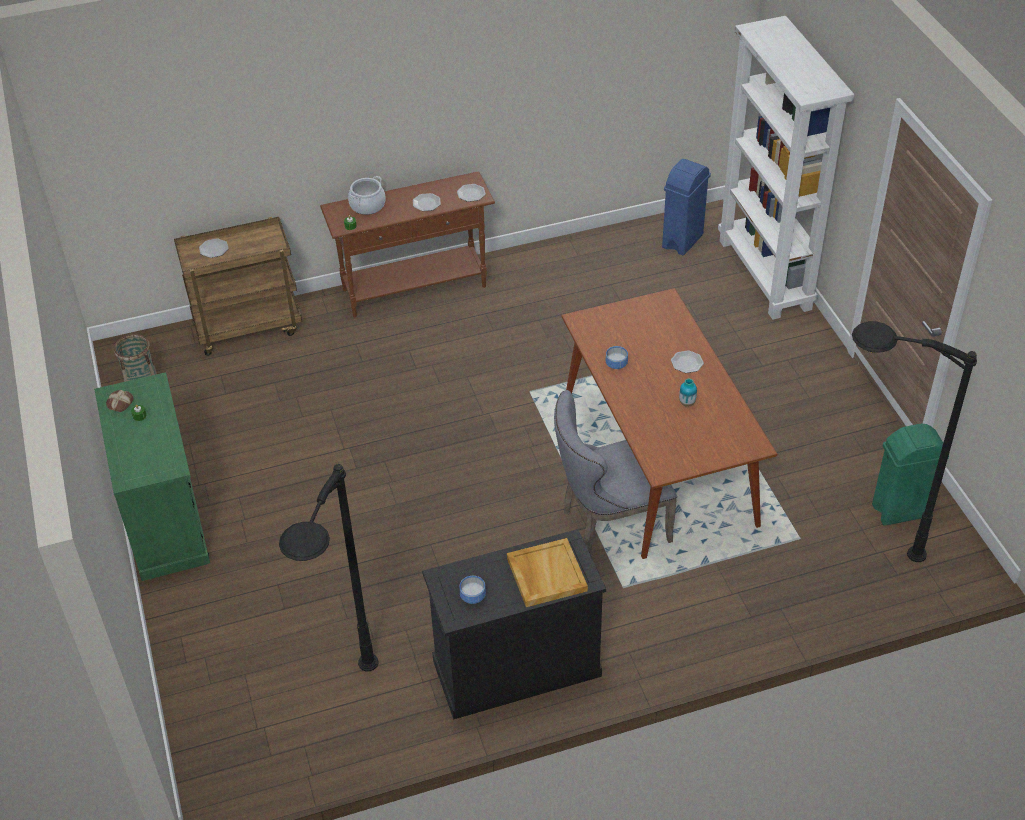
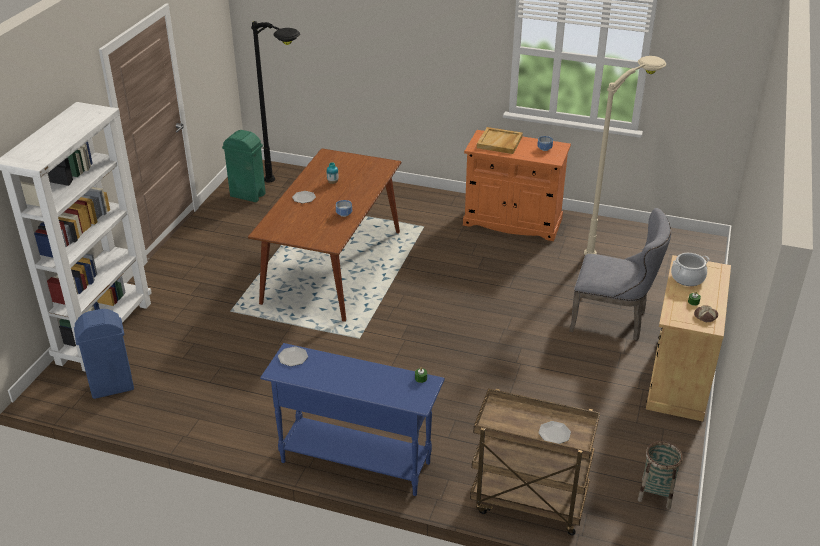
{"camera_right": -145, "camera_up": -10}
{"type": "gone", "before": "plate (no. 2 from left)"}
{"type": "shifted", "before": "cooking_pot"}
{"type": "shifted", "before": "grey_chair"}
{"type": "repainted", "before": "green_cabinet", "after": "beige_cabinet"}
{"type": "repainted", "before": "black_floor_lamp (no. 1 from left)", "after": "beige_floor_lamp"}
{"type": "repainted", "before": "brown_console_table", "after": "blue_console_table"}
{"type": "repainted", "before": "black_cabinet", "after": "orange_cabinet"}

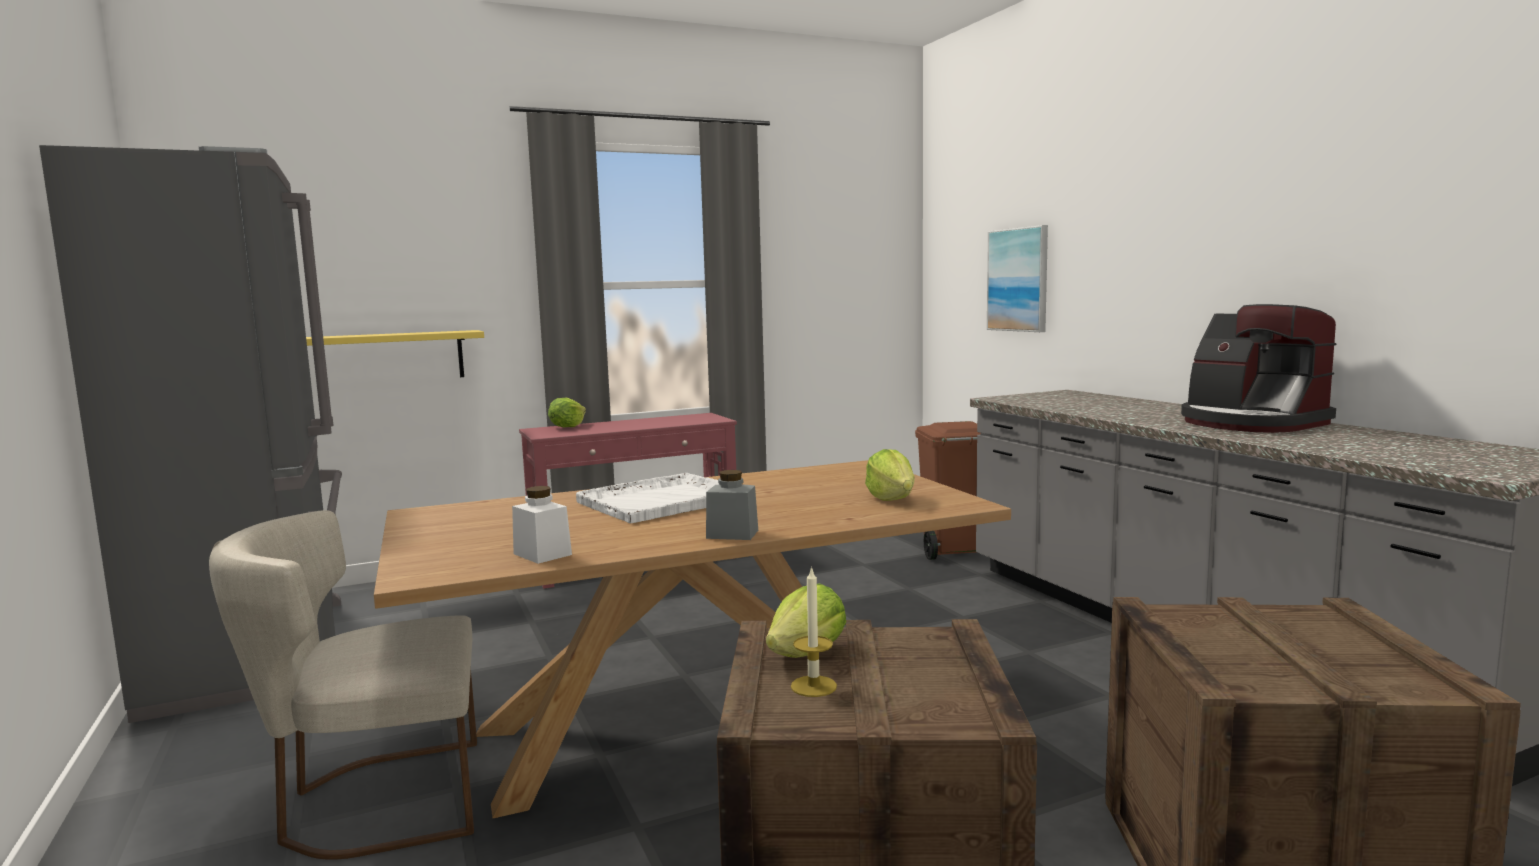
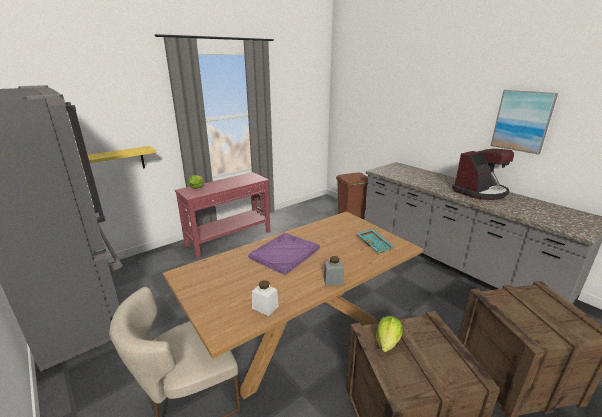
{"camera_right": -15, "camera_up": 15}
{"type": "gone", "before": "candle"}
{"type": "shifted", "before": "picture"}
{"type": "swapped", "before": "lettuce (no. 3 from left)", "after": "turquoise_tray"}
{"type": "repainted", "before": "white_tray", "after": "purple_tray"}
{"type": "rotated", "before": "coffee_machine", "turn": -75}

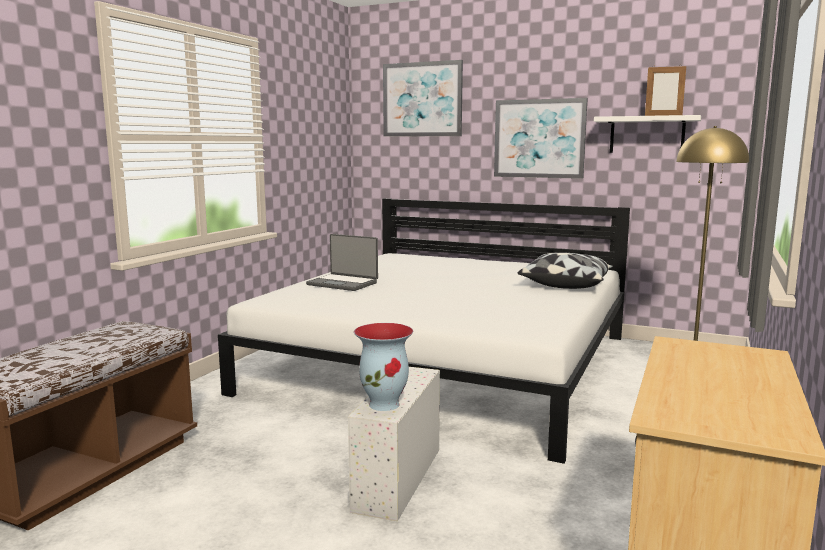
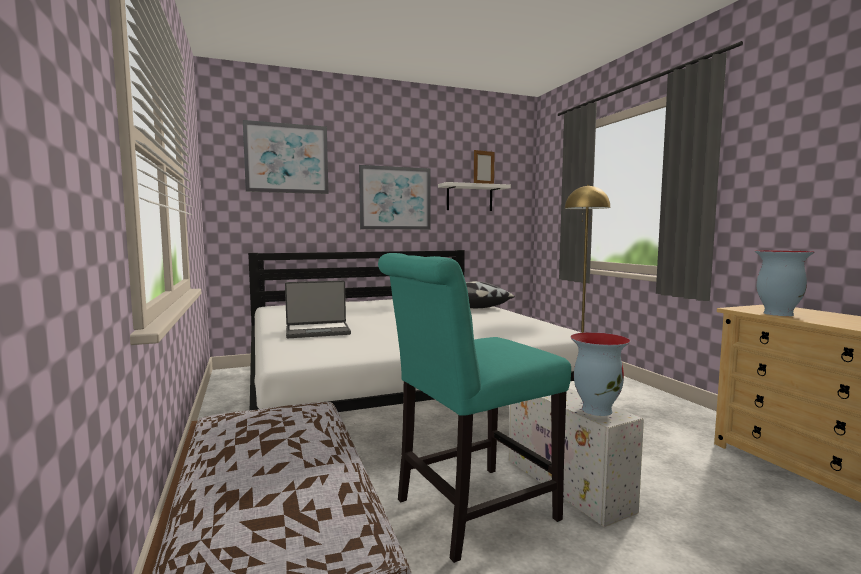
{"camera_right": -45, "camera_up": -5}
{"type": "new", "after": "turquoise_chair"}
{"type": "new", "after": "vase (no. 2 from left)"}

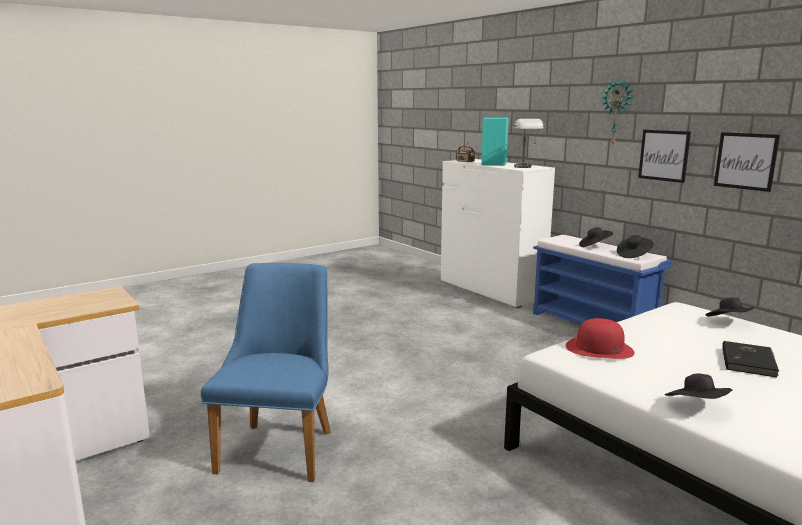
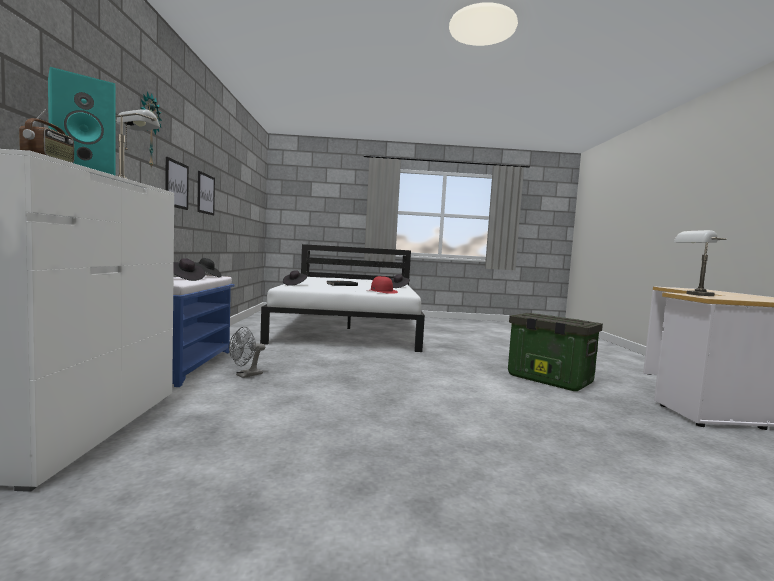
{"camera_right": -145, "camera_up": -10}
{"type": "new", "after": "grey_fan"}
{"type": "new", "after": "grey_table_lamp (no. 2 from left)"}
{"type": "swapped", "before": "blue_chair", "after": "storage_box"}

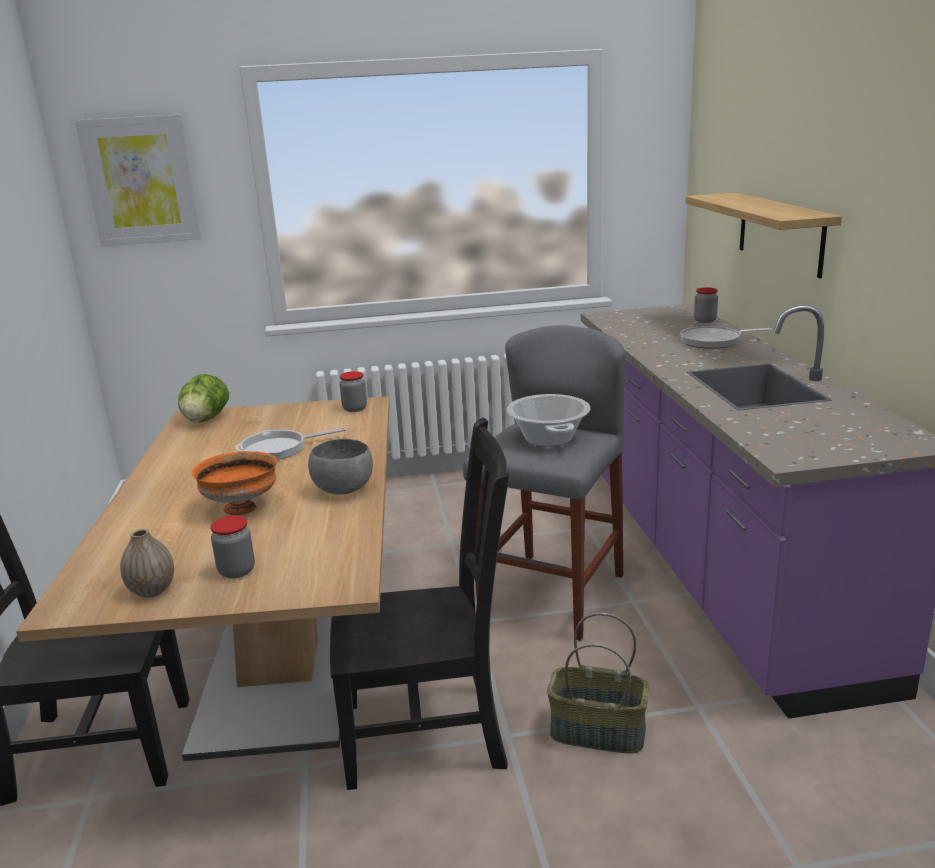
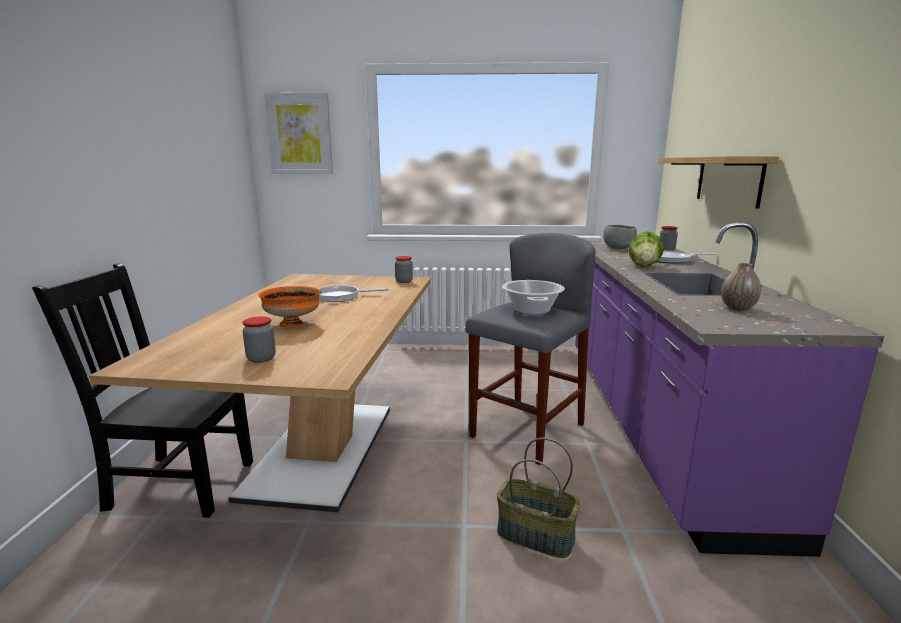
{"camera_right": 10, "camera_up": -5}
{"type": "gone", "before": "black_chair (no. 2 from left)"}
{"type": "shifted", "before": "vase"}
{"type": "shifted", "before": "lettuce"}
{"type": "shifted", "before": "grey_bowl"}

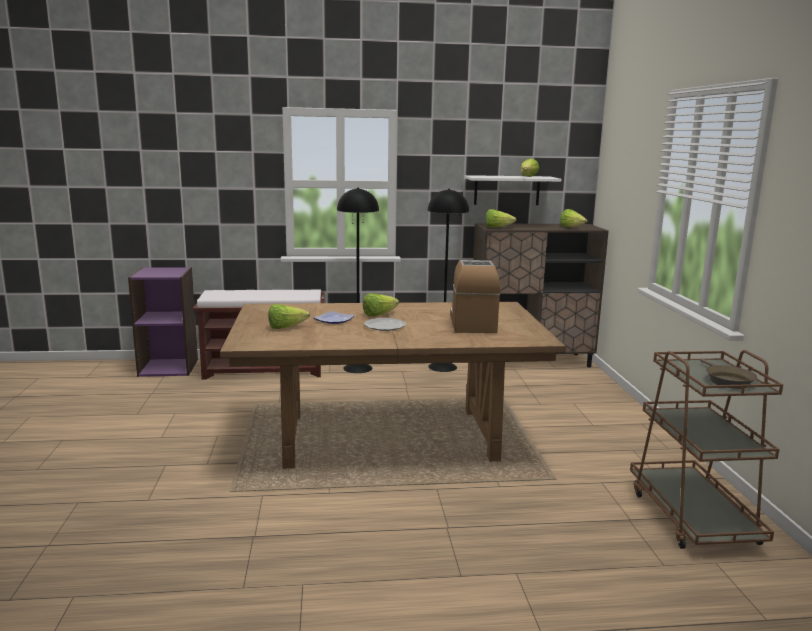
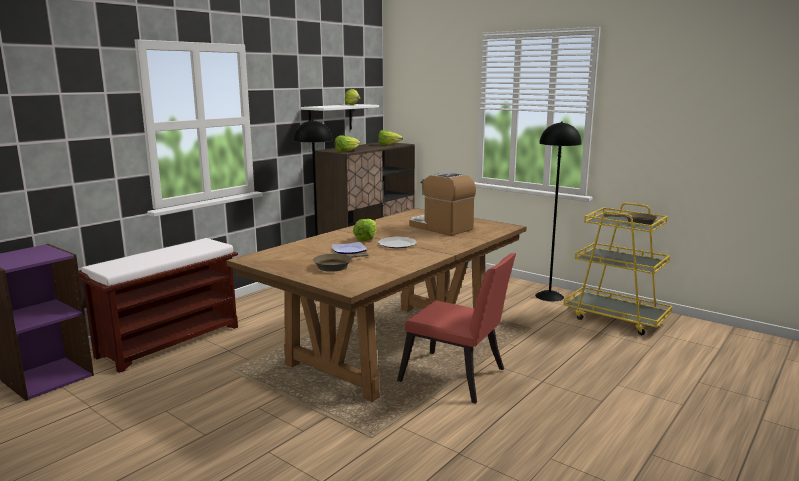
{"camera_right": -45, "camera_up": 0}
{"type": "new", "after": "red_chair"}
{"type": "shifted", "before": "black_floor_lamp (no. 1 from left in the first image)", "after": "black_floor_lamp (no. 2 from left)"}
{"type": "swapped", "before": "lettuce (no. 1 from left)", "after": "brown_frying_pan (no. 1 from left)"}
{"type": "repainted", "before": "brown_cart", "after": "yellow_cart"}

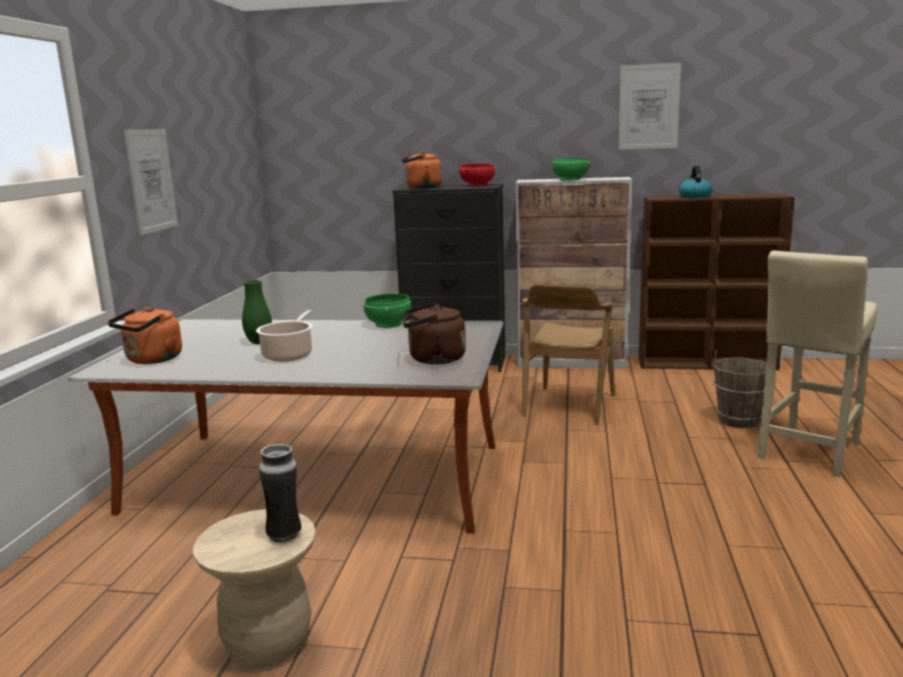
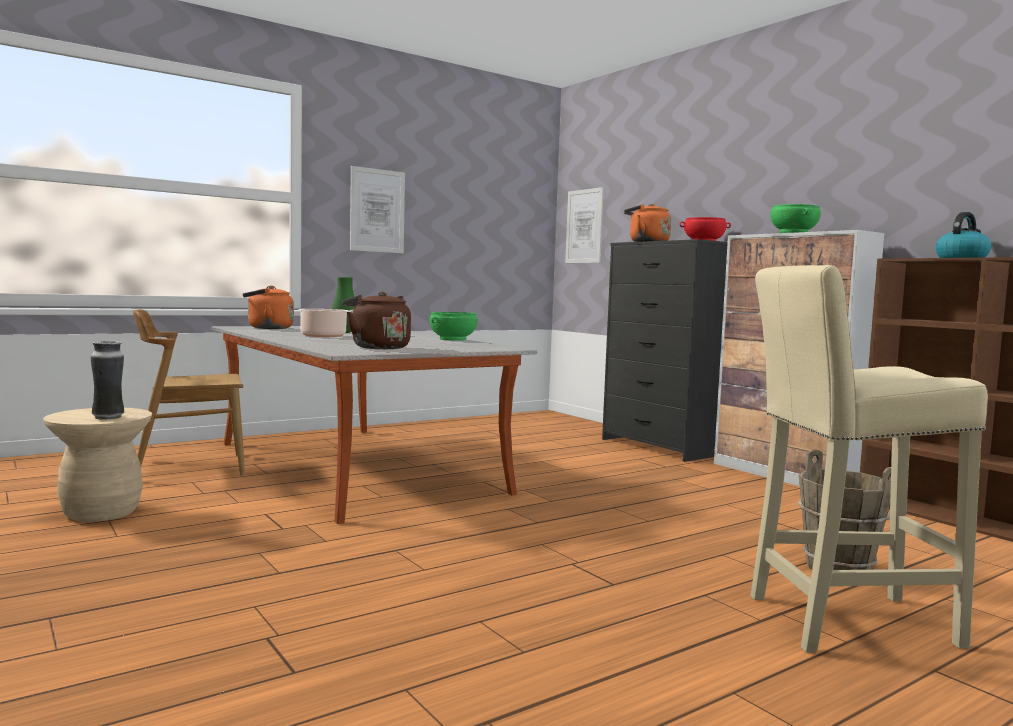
{"camera_right": 45, "camera_up": -10}
{"type": "shifted", "before": "brown_chair"}
{"type": "shifted", "before": "picture (no. 2 from left)"}

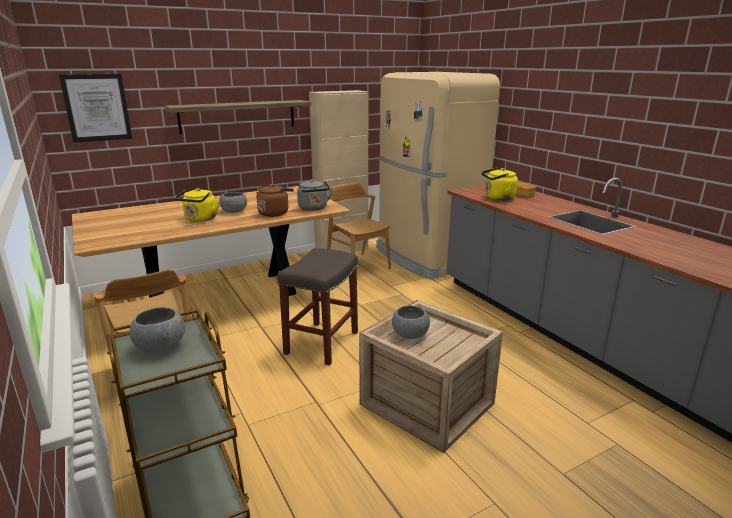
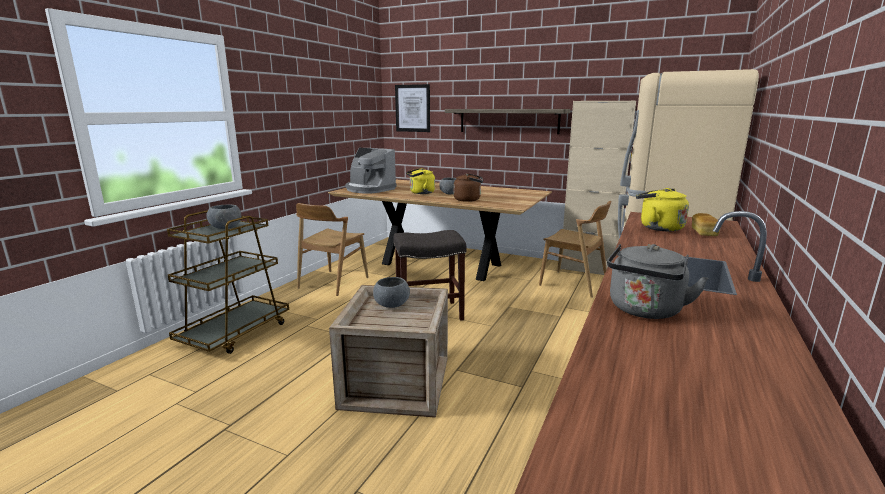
{"camera_right": 55, "camera_up": -5}
{"type": "new", "after": "coffee_machine"}
{"type": "shifted", "before": "grey_kettle"}
{"type": "rotated", "before": "brown_chair (no. 2 from left)", "turn": 105}

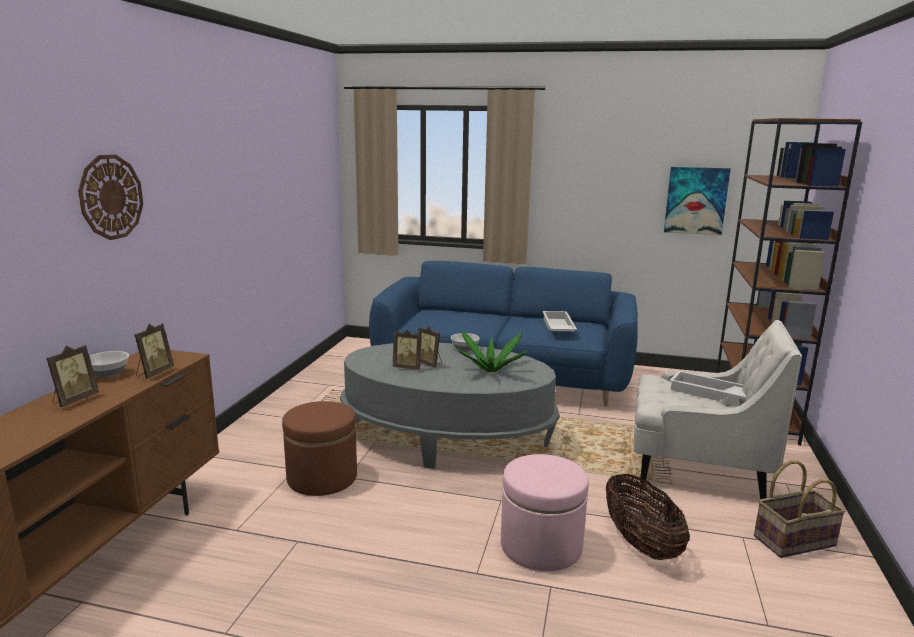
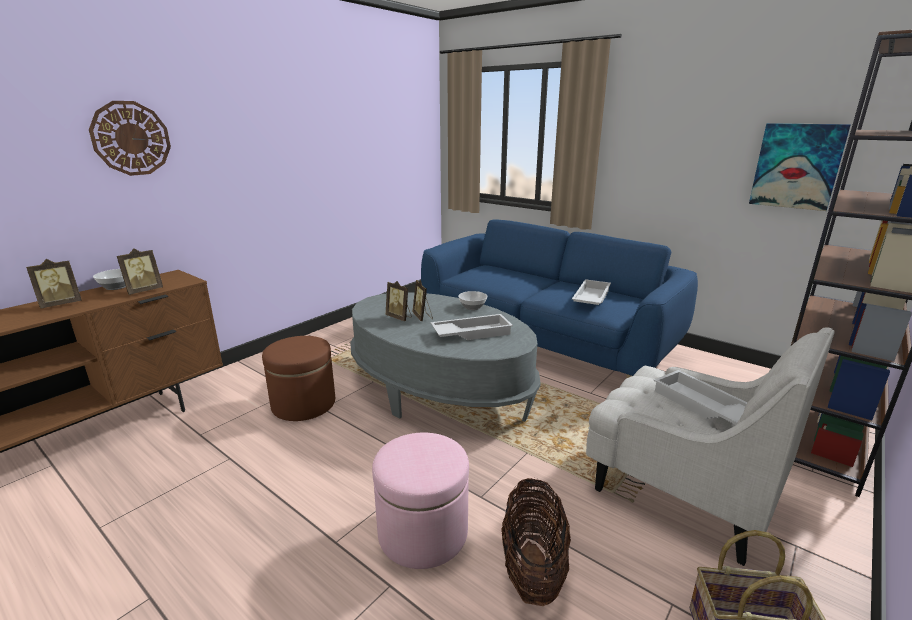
{"camera_right": 25, "camera_up": 5}
{"type": "swapped", "before": "potted_plant", "after": "white_tray (no. 1 from left)"}

